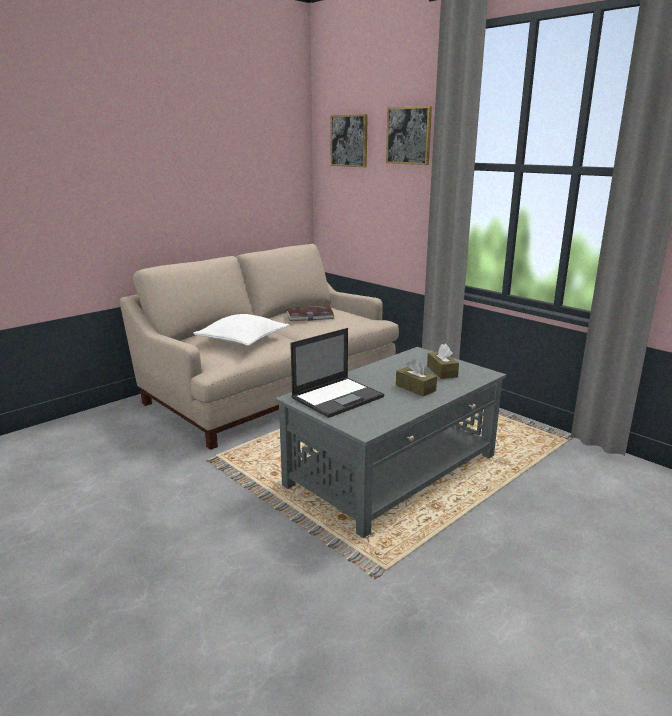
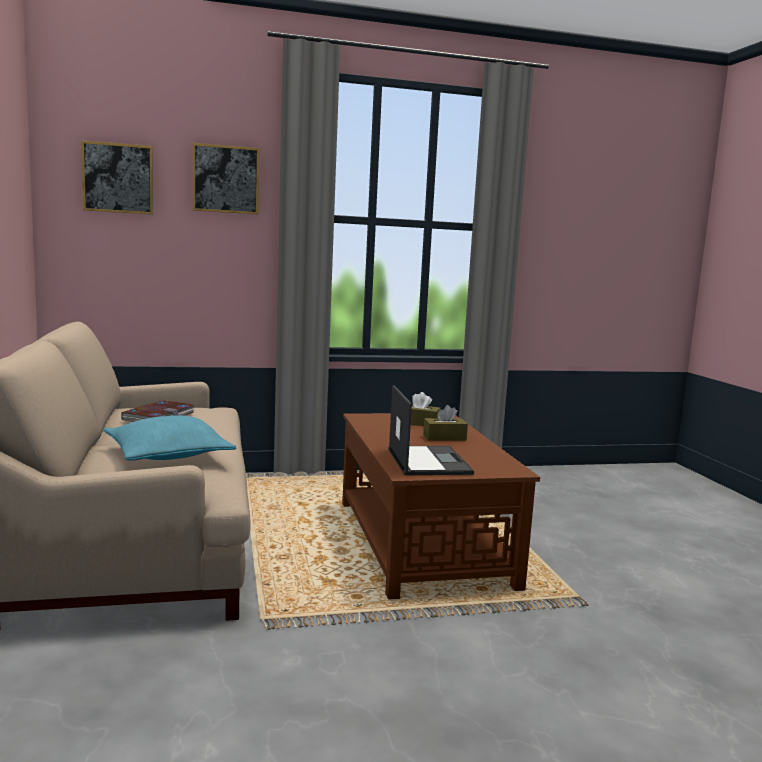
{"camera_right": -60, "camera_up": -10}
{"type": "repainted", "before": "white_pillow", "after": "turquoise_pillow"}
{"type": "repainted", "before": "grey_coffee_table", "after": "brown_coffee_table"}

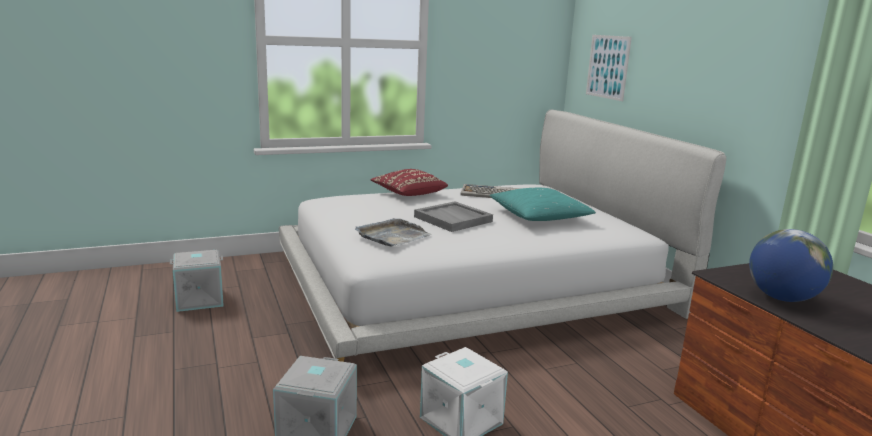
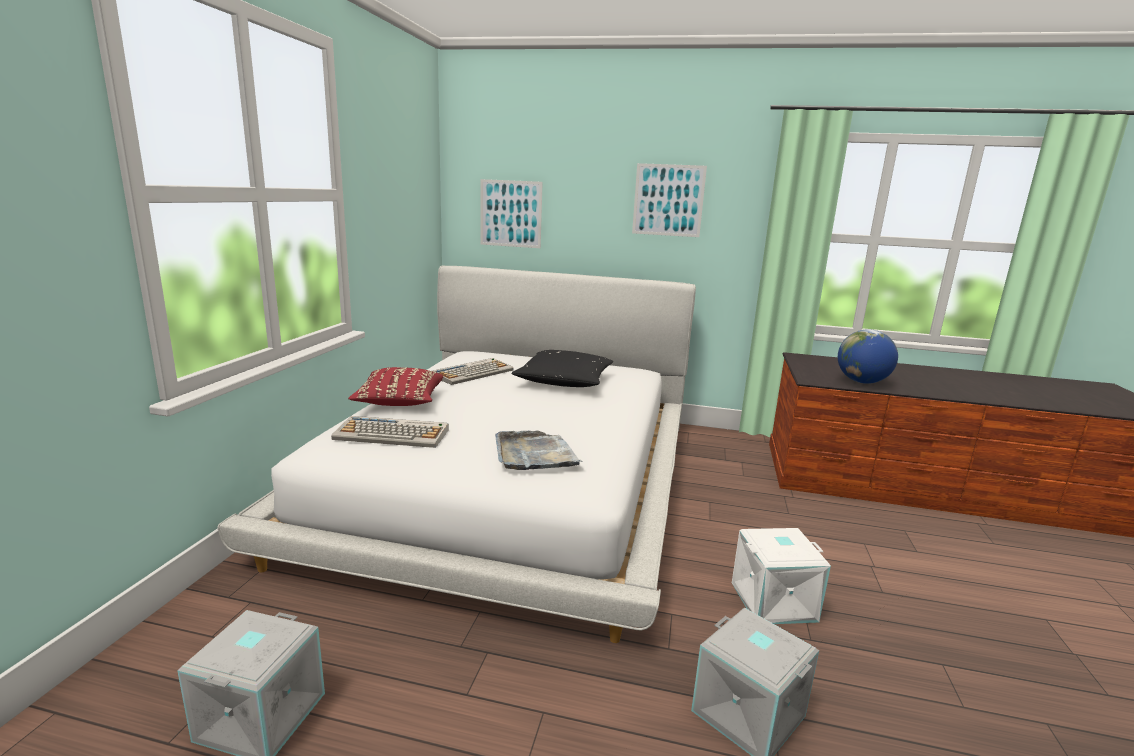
{"camera_right": -55, "camera_up": 0}
{"type": "gone", "before": "grey_tray (no. 2 from left)"}
{"type": "new", "after": "keyboard (no. 1 from left)"}
{"type": "new", "after": "picture (no. 2 from left)"}
{"type": "repainted", "before": "turquoise_pillow", "after": "black_pillow"}

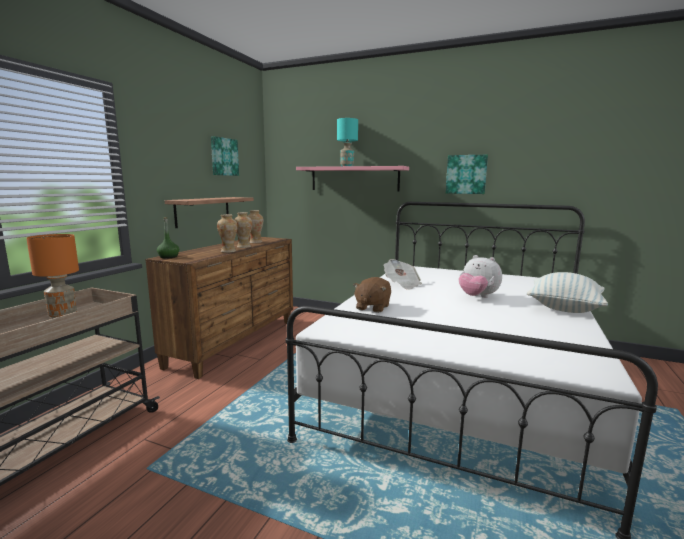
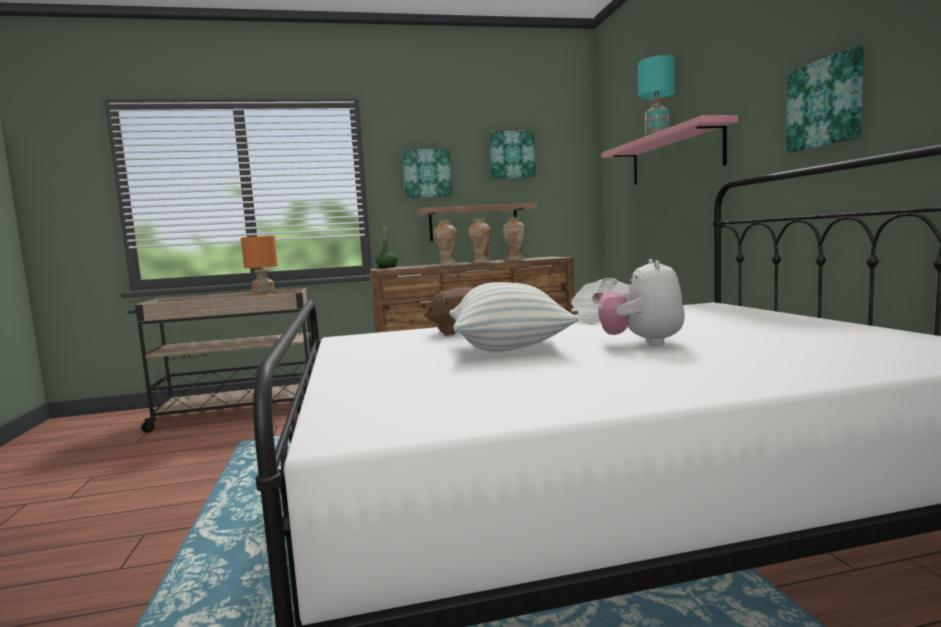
{"camera_right": 55, "camera_up": -5}
{"type": "new", "after": "picture (no. 1 from left)"}
{"type": "shifted", "before": "pillow"}

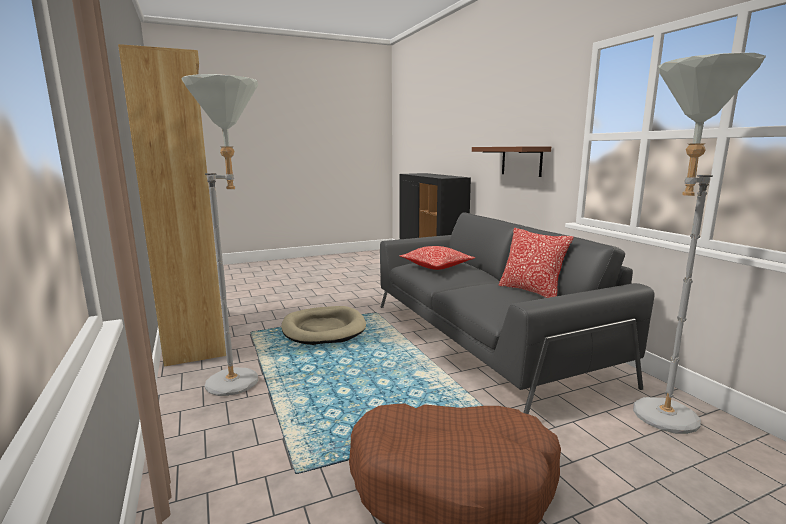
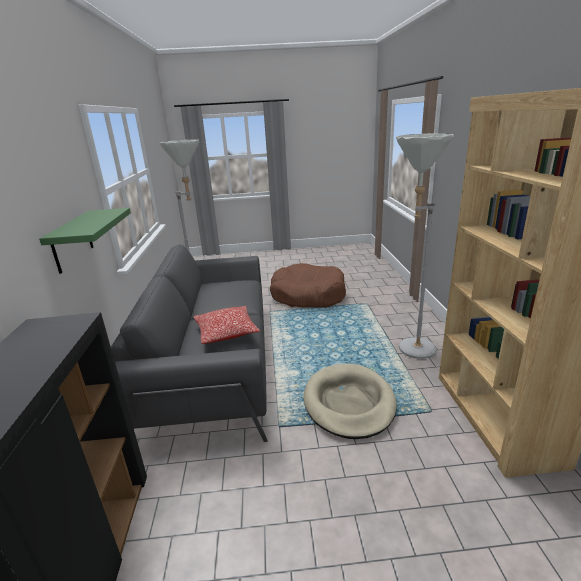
{"camera_right": -160, "camera_up": 10}
{"type": "gone", "before": "pillow (no. 2 from left)"}
{"type": "repainted", "before": "brown_shelf", "after": "green_shelf"}

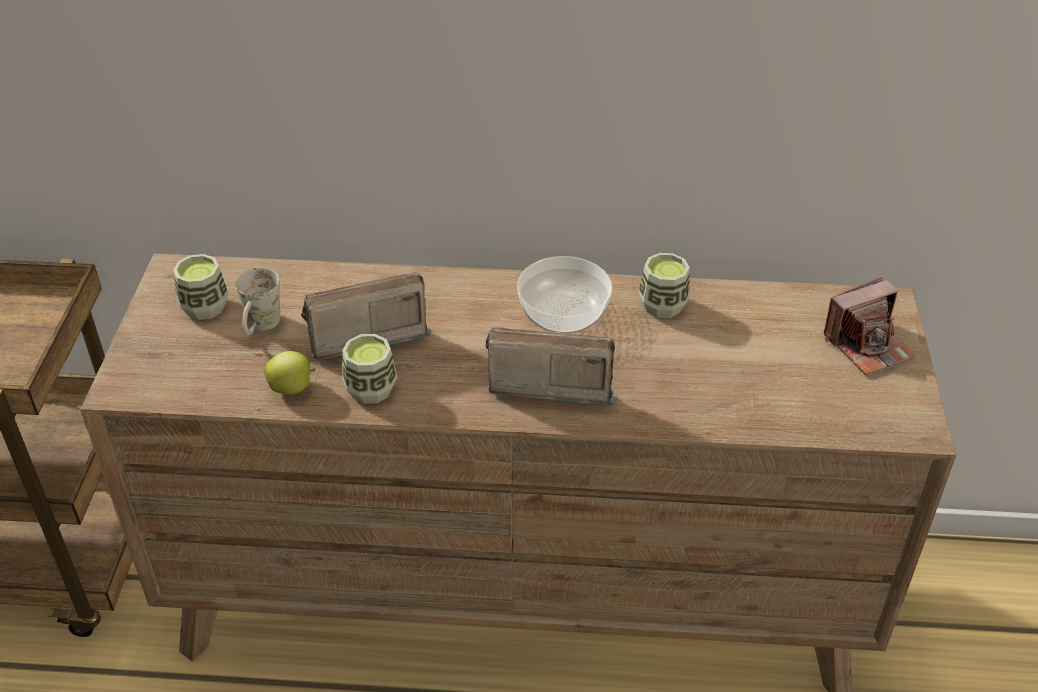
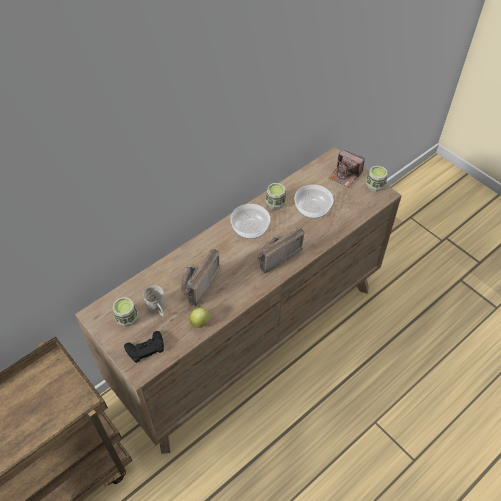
{"camera_right": -45, "camera_up": 10}
{"type": "new", "after": "black_game_controller"}
{"type": "new", "after": "bowl (no. 2 from left)"}
{"type": "shifted", "before": "cup (no. 2 from left in the first image)", "after": "cup (no. 3 from left)"}
{"type": "rotated", "before": "photo_camera", "turn": 105}

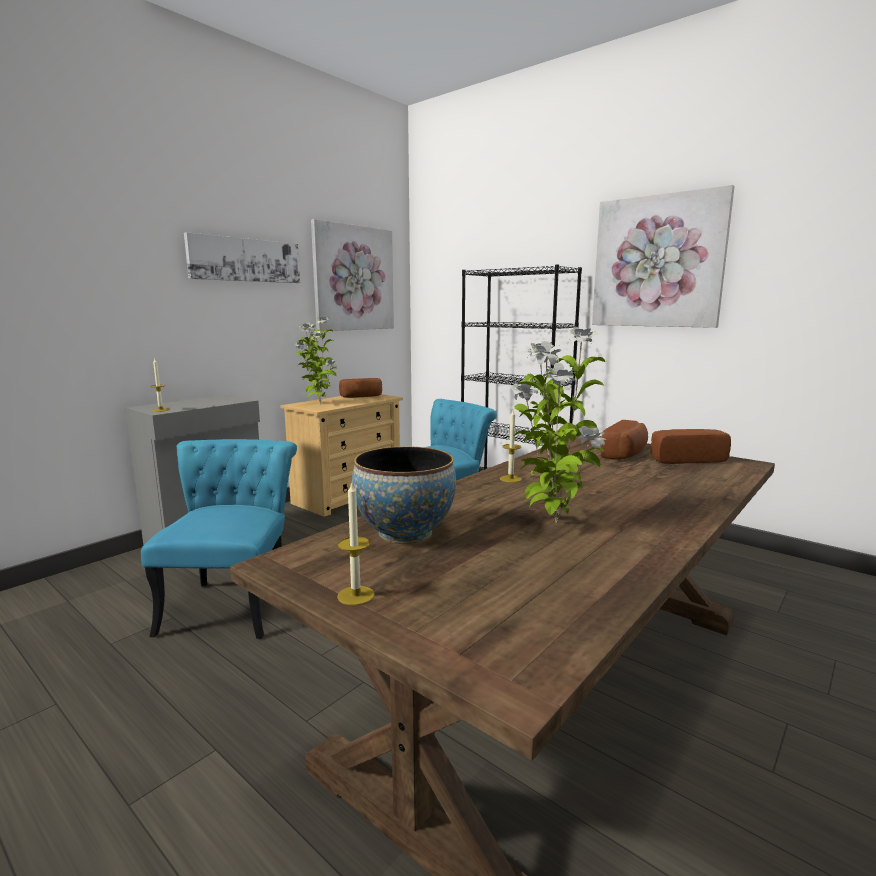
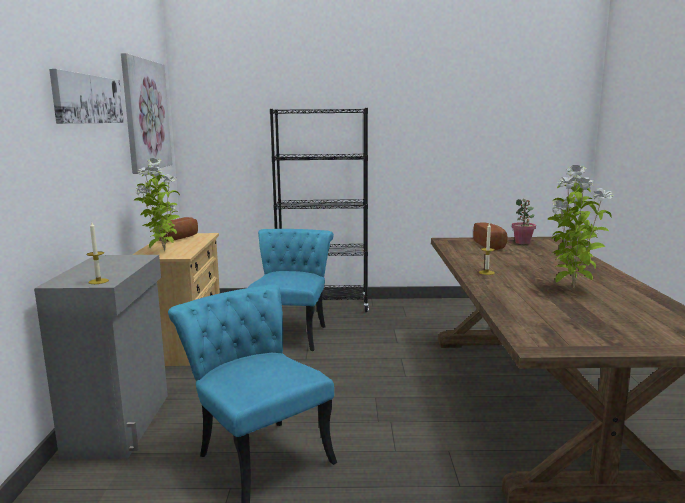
{"camera_right": -40, "camera_up": 0}
{"type": "gone", "before": "candle (no. 2 from left)"}
{"type": "gone", "before": "bowl"}
{"type": "gone", "before": "picture (no. 3 from left)"}
{"type": "swapped", "before": "bread (no. 3 from left)", "after": "potted_plant (no. 2 from left)"}

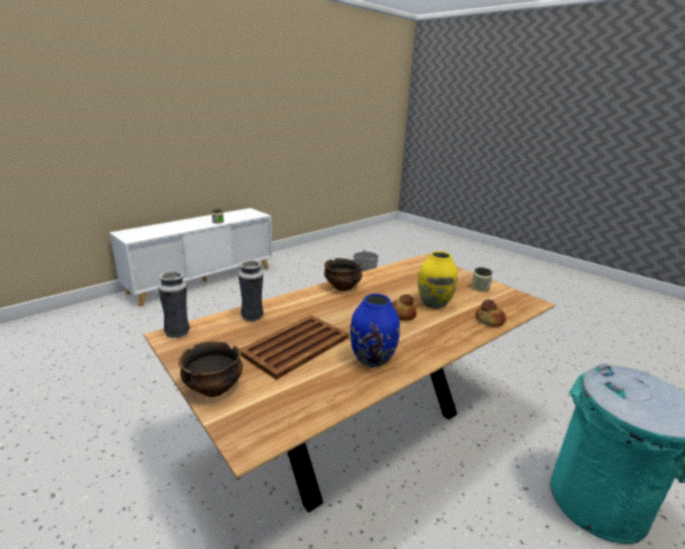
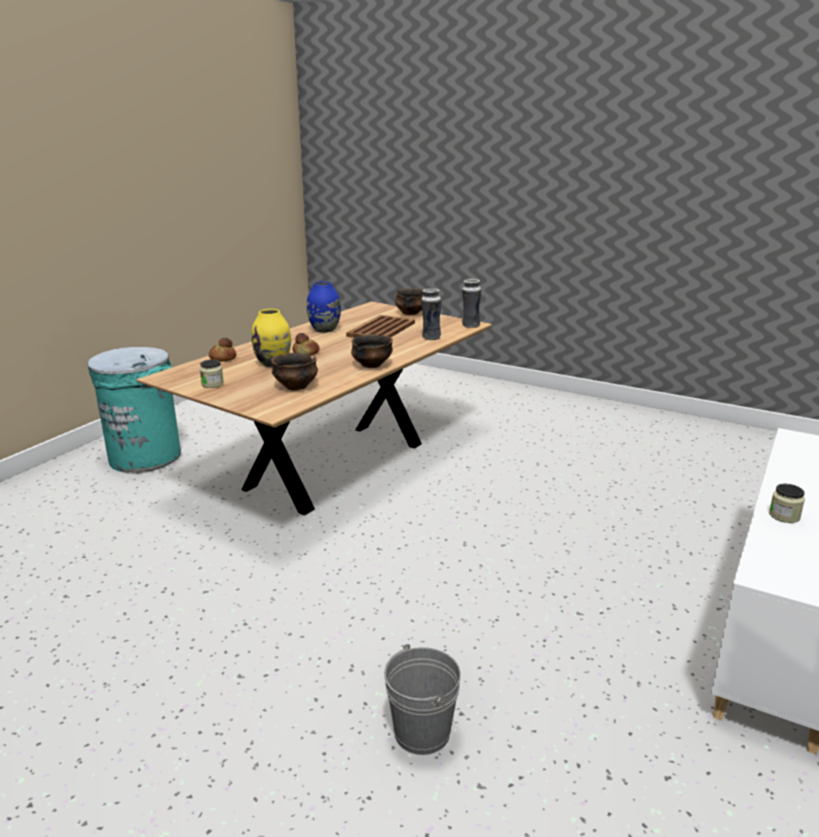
{"camera_right": 165, "camera_up": 0}
{"type": "new", "after": "bowl (no. 1 from left)"}

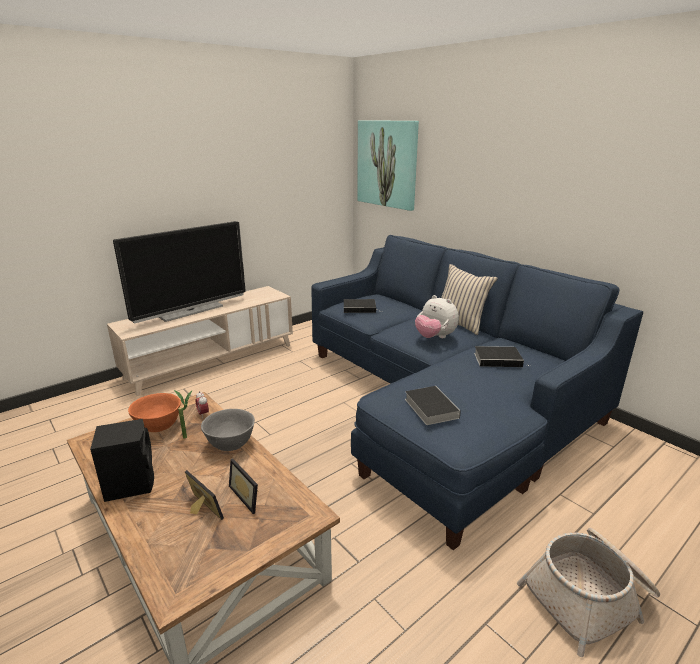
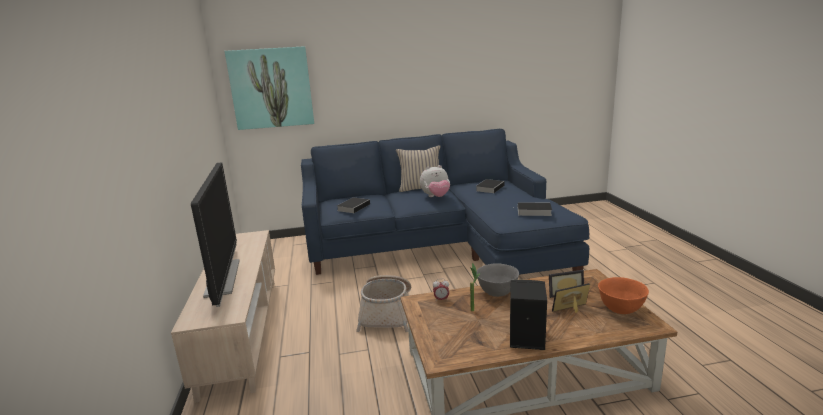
{"camera_right": -60, "camera_up": -5}
{"type": "shifted", "before": "orange_bowl"}
{"type": "shifted", "before": "basket"}

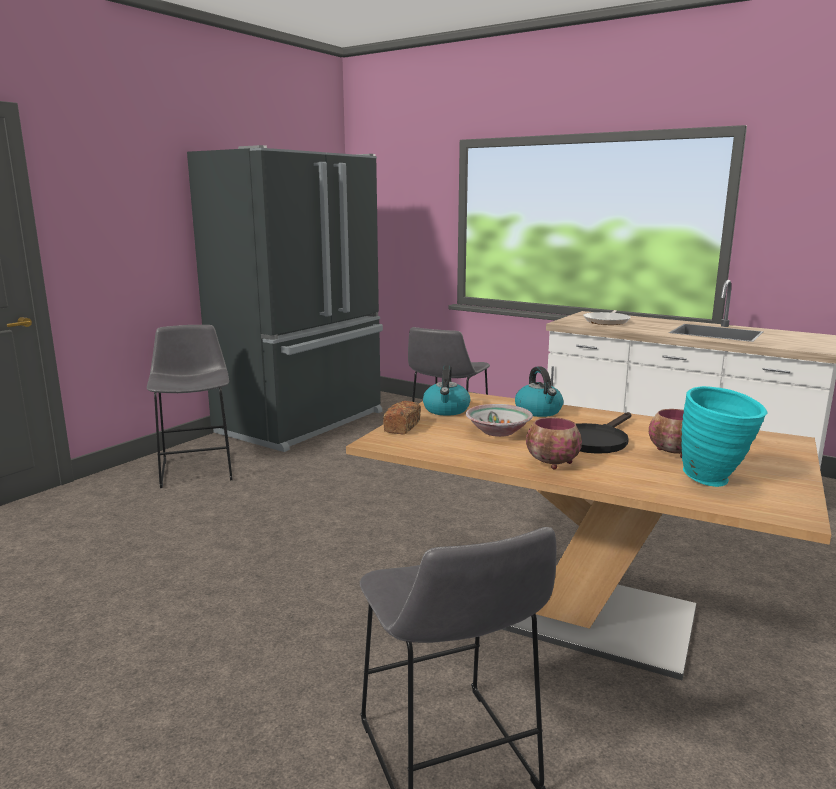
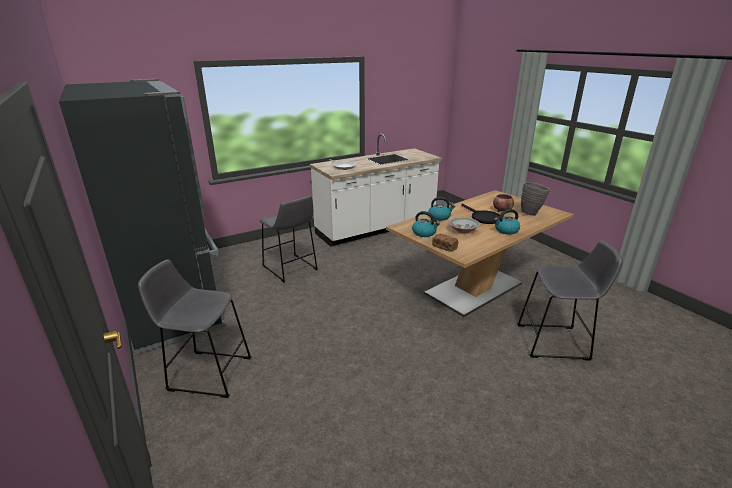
{"camera_right": -65, "camera_up": 10}
{"type": "swapped", "before": "bowl (no. 2 from left)", "after": "kettle (no. 3 from left)"}
{"type": "repainted", "before": "turquoise_vase", "after": "grey_vase"}

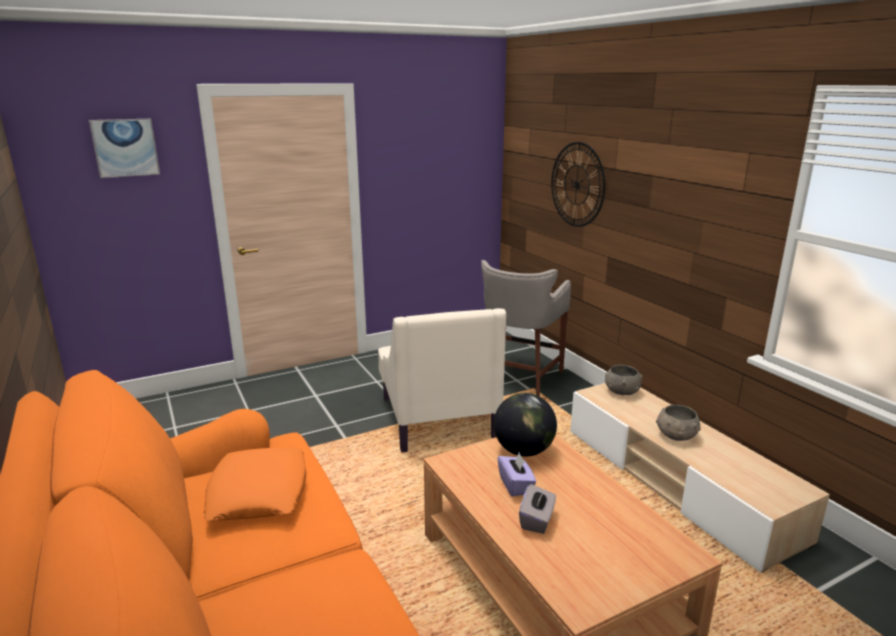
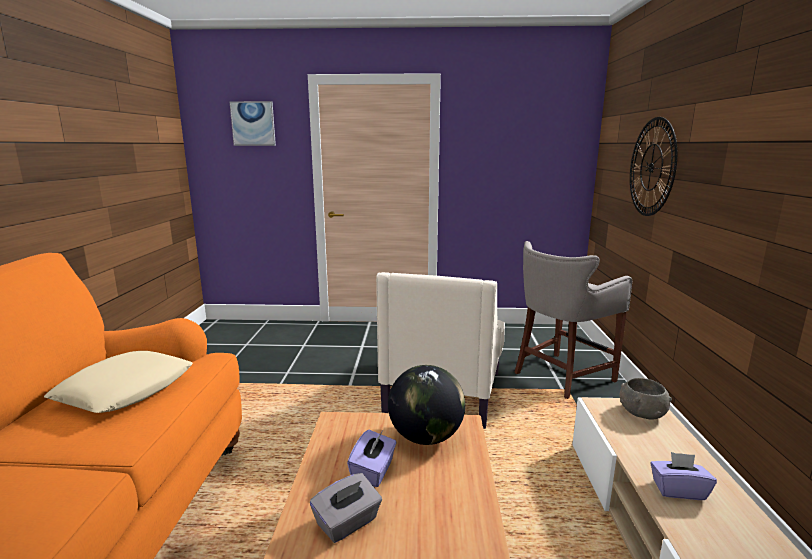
{"camera_right": 30, "camera_up": -5}
{"type": "swapped", "before": "grey_bowl (no. 2 from left)", "after": "purple_tissue_box (no. 2 from left)"}
{"type": "repainted", "before": "orange_pillow", "after": "beige_pillow"}

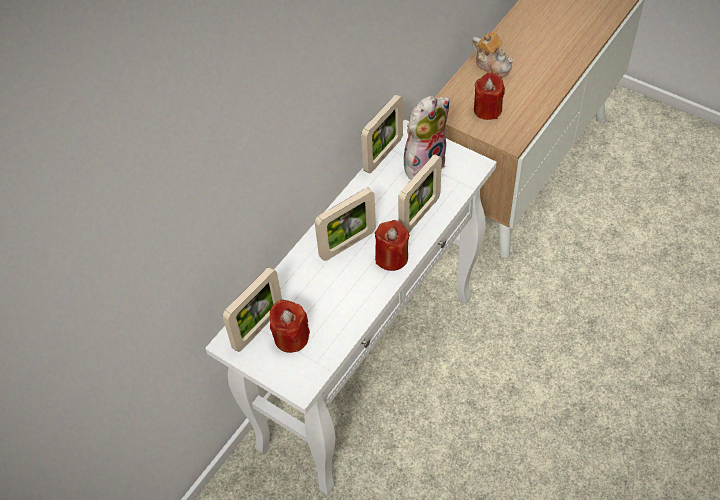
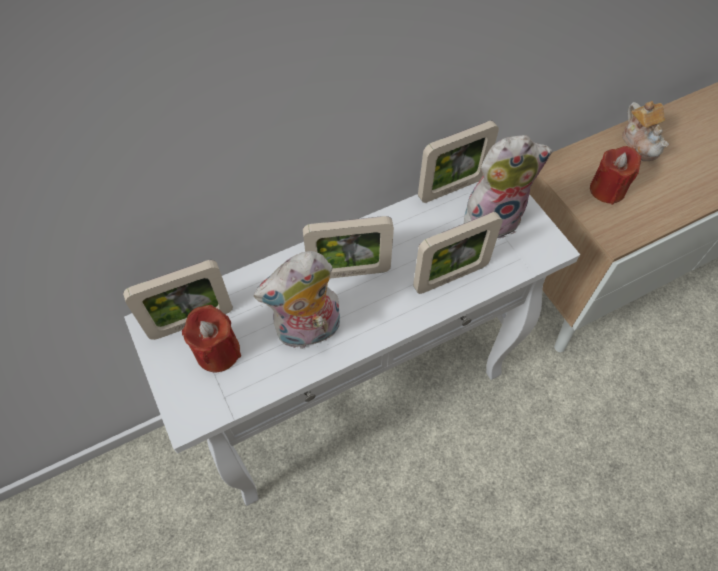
{"camera_right": 25, "camera_up": 5}
{"type": "gone", "before": "red_candle (no. 2 from left)"}
{"type": "new", "after": "plush_toy (no. 1 from left)"}

